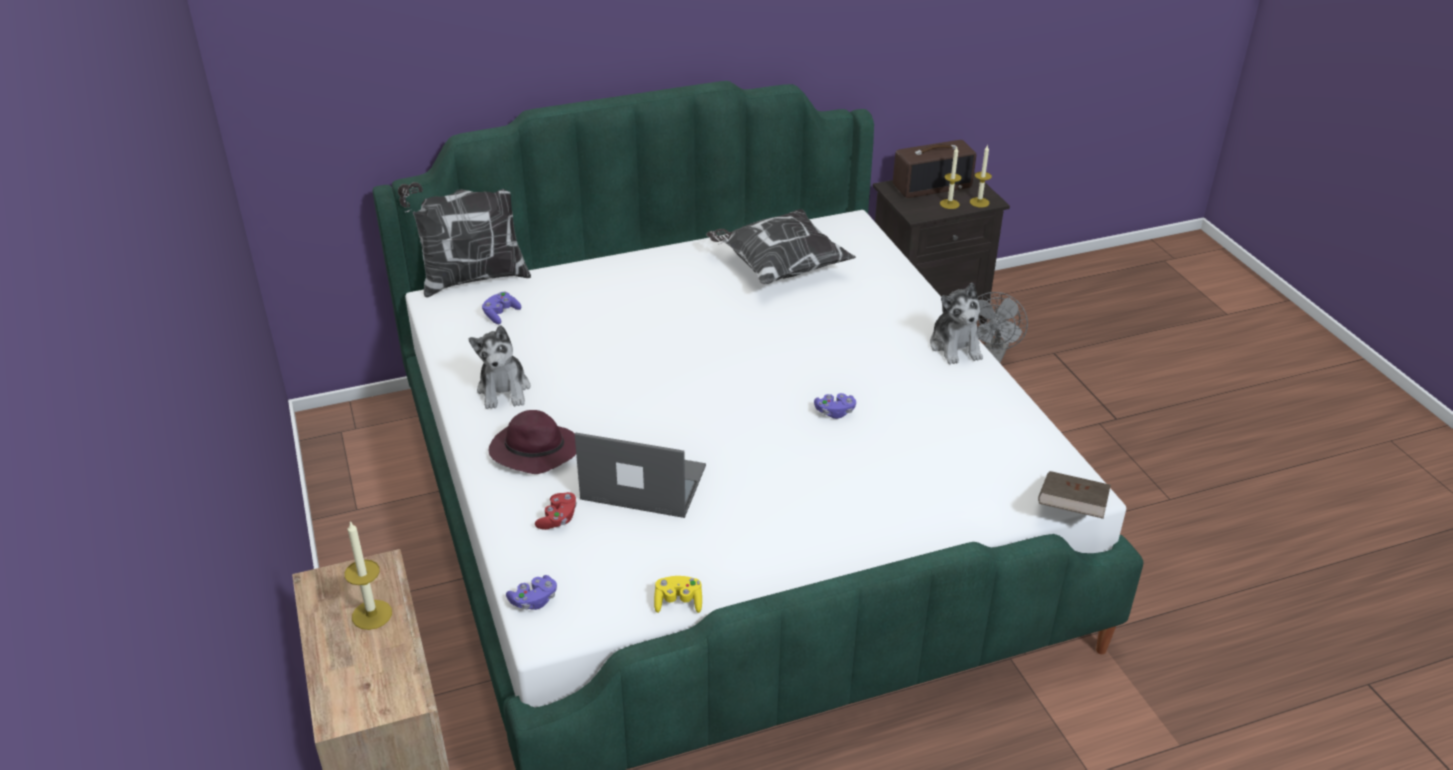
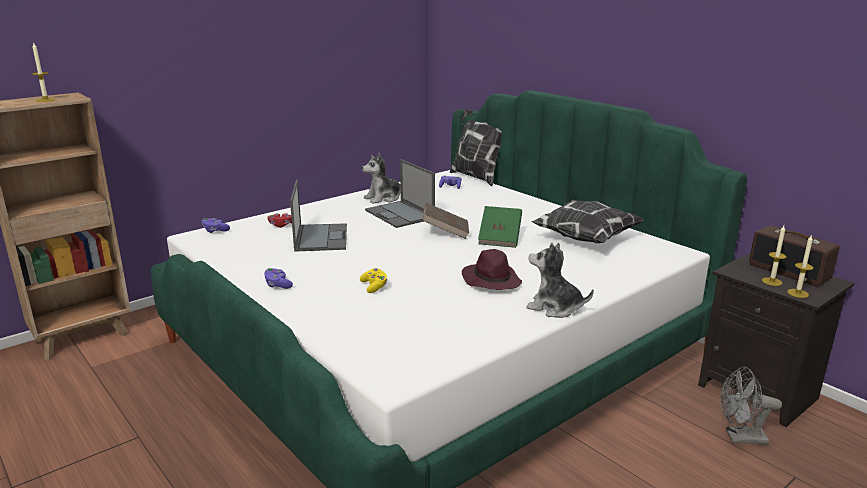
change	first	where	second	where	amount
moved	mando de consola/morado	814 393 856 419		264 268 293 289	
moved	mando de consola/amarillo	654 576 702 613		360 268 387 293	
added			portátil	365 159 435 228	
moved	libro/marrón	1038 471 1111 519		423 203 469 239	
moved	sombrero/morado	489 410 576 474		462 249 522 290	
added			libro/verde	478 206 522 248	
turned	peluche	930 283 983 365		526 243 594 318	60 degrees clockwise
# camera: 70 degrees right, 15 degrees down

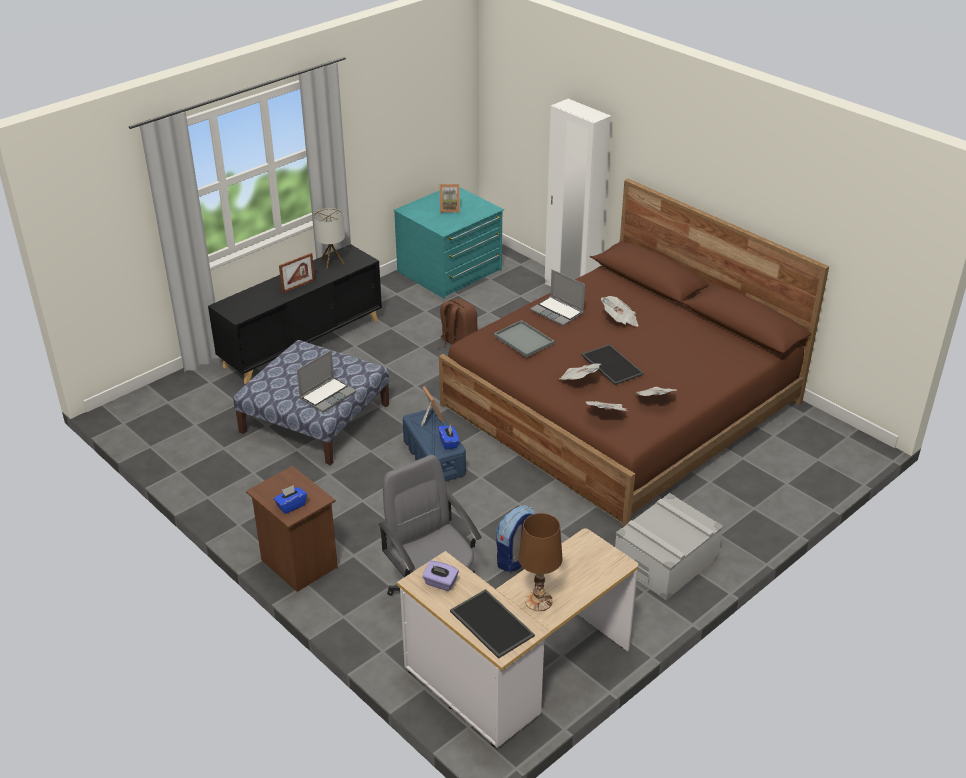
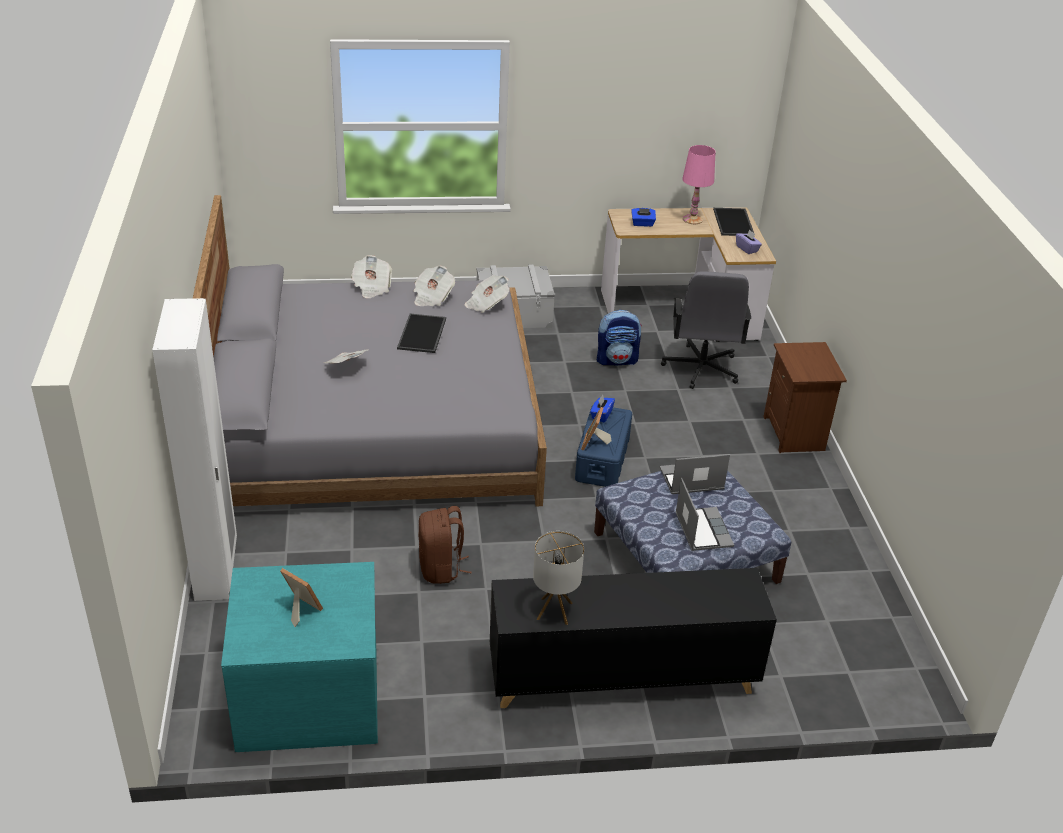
change	first	where	second	where	amount
recoloured	cama/marrón	439 179 829 527	cama/gris	192 195 547 506	
moved	periódico	559 364 601 380		351 255 392 299	
moved	caja de pañuelos/azul	274 485 307 514		631 208 656 227	
moved	portátil	530 269 585 326		675 478 734 551	
recoloured	lámpara de mesa/marrón	518 513 563 611	lámpara de mesa/rosa	682 145 716 224	
removed	portarretratos	279 253 315 293			
removed	bandeja/gris	494 320 554 358			
# camera: 145 degrees left, 0 degrees up

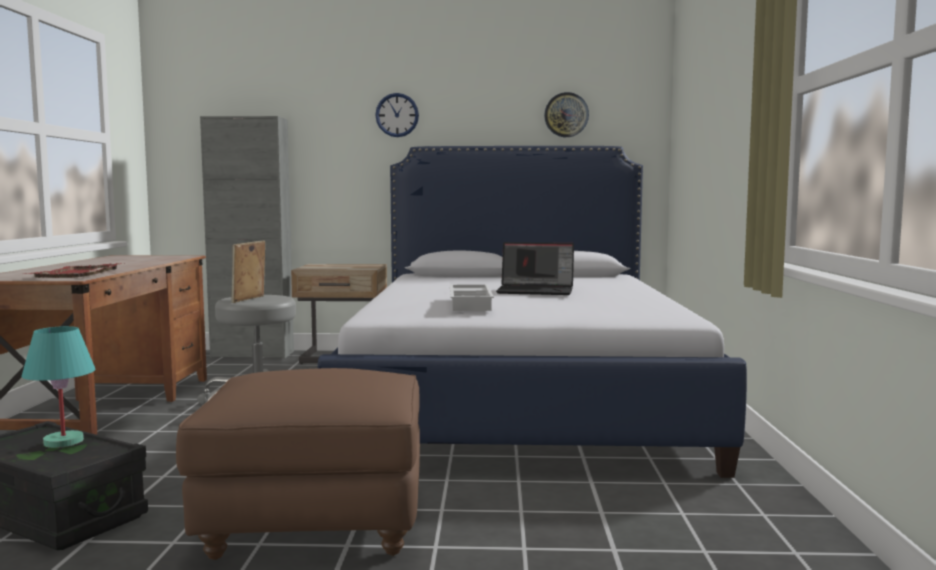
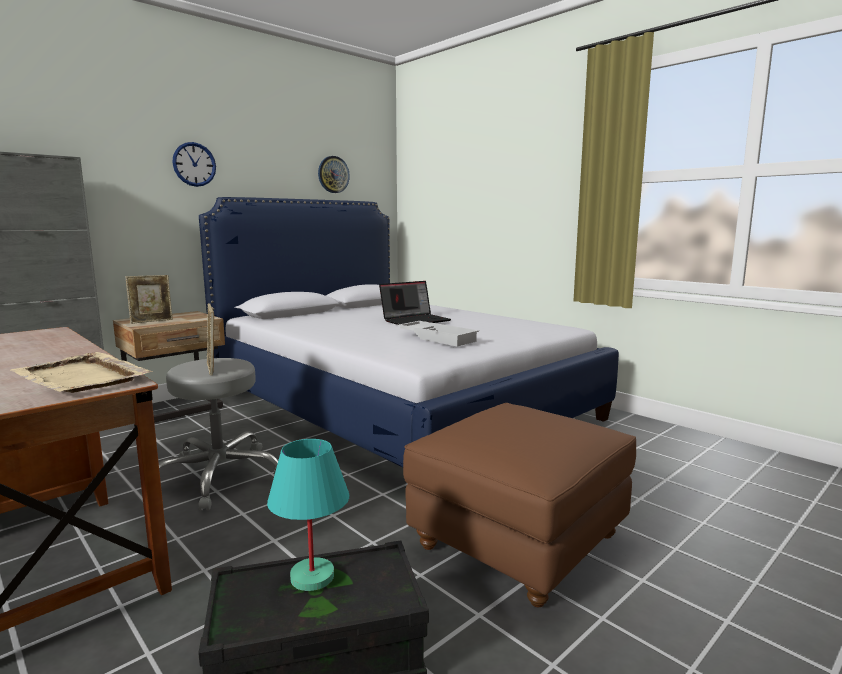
change	first	where	second	where	amount
recoloured	bandeja/rojo	23 263 125 278	bandeja/beis	11 352 153 393	
added			portarretratos	126 275 173 324	
# camera: 45 degrees left, 5 degrees up

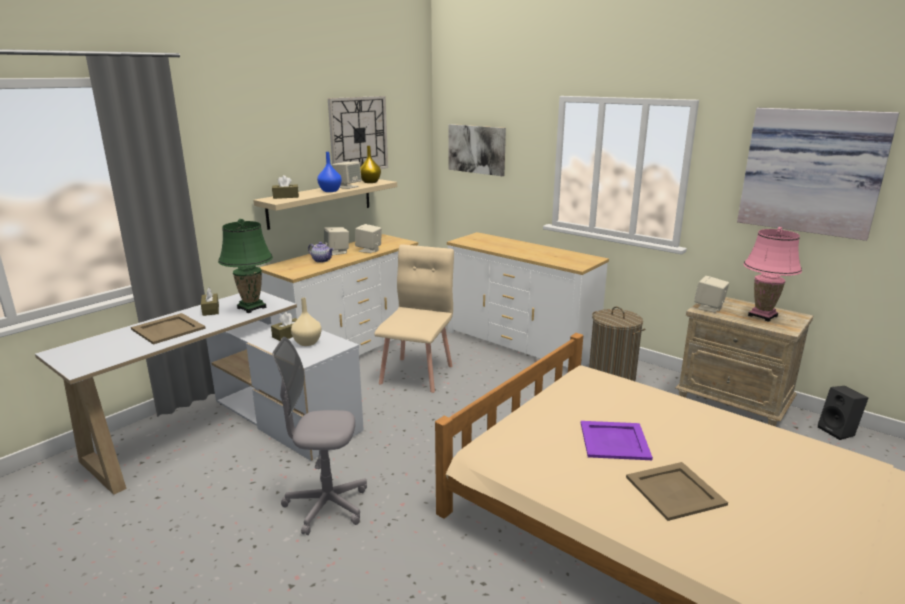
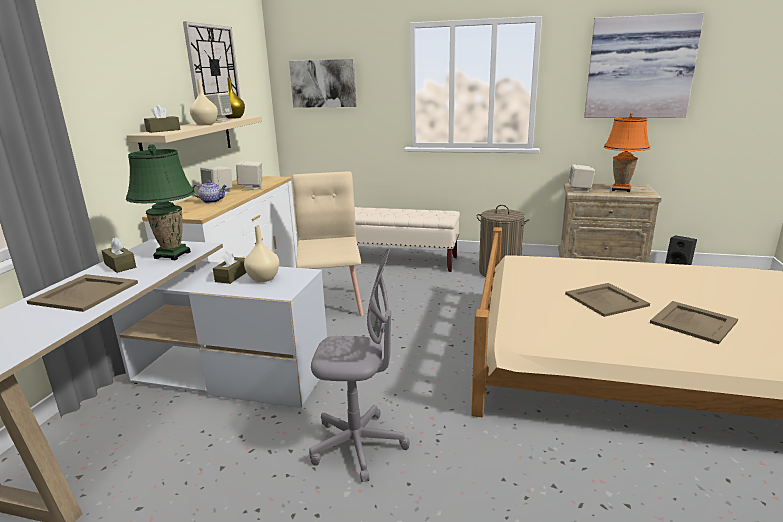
change	first	where	second	where	amount
recoloured	florero/azul	317 152 342 192	florero/beis	190 79 218 125	
turned	silla de oficina/gris	272 337 367 535		309 248 410 482	150 degrees counterclockwise
replaced	cómoda/blanco	447 232 609 367	banco/beis	355 207 460 272	
recoloured	bandeja/morado	581 421 653 460	bandeja/beis	565 283 650 317	
recoloured	lámpara de mesa/rosa	744 227 802 322	lámpara de mesa/naranja	604 113 651 192	
# camera: 25 degrees left, 0 degrees up

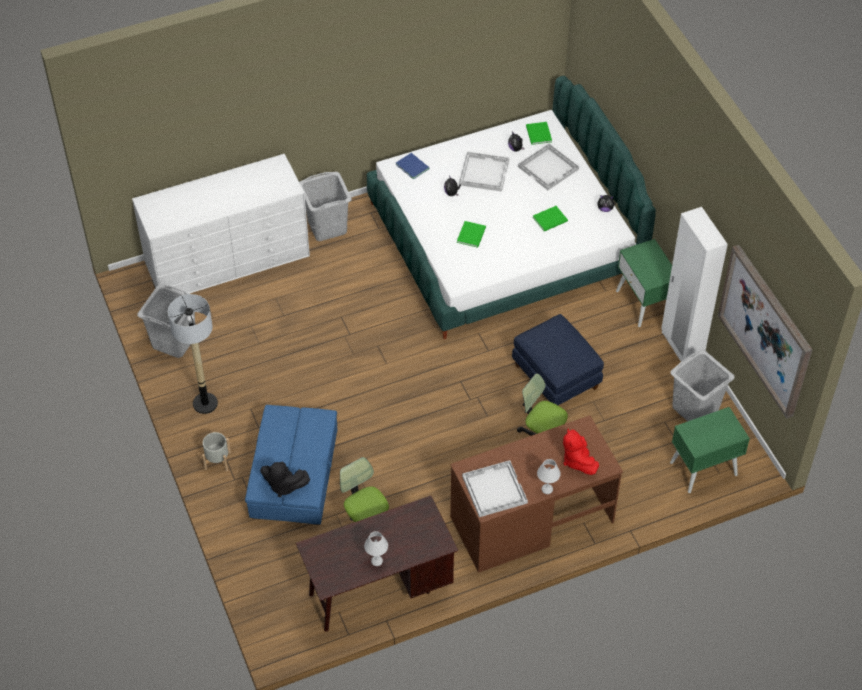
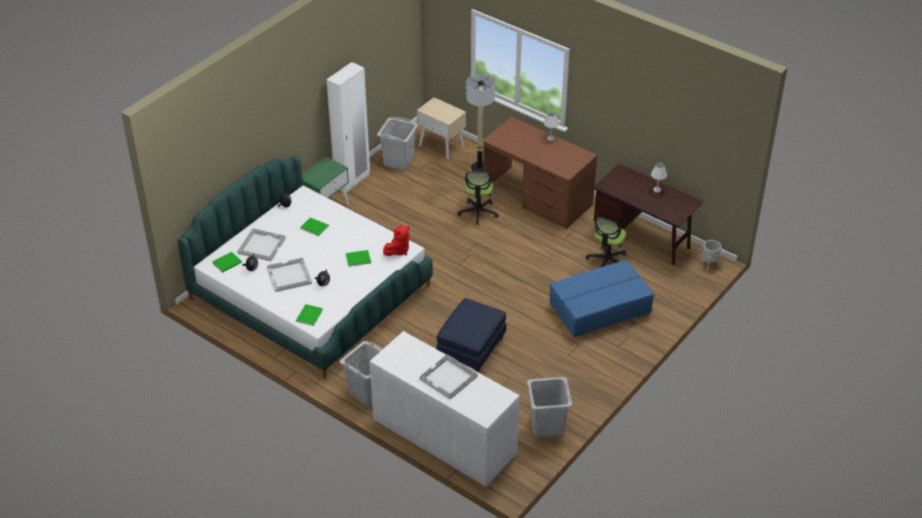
change	first	where	second	where	amount
recoloured	libro/azul	396 153 430 179	libro/verde	296 304 323 326	
moved	peluche/rojo	563 428 599 475		383 225 410 256	
recoloured	mesita de noche/verde	670 407 750 493	mesita de noche/beis	417 97 466 159	
moved	bandeja/blanco	462 460 528 517		419 354 478 400	
moved	puf/azul	512 314 604 406		436 298 506 373	
moved	lámpara de pie	168 294 218 414		466 74 495 172	
moved	maceta/gris	202 432 231 471		698 240 724 272	
removed	peluche/negro	260 461 310 497			
removed	cuadro	718 245 812 419			
# camera: 120 degrees left, 10 degrees down

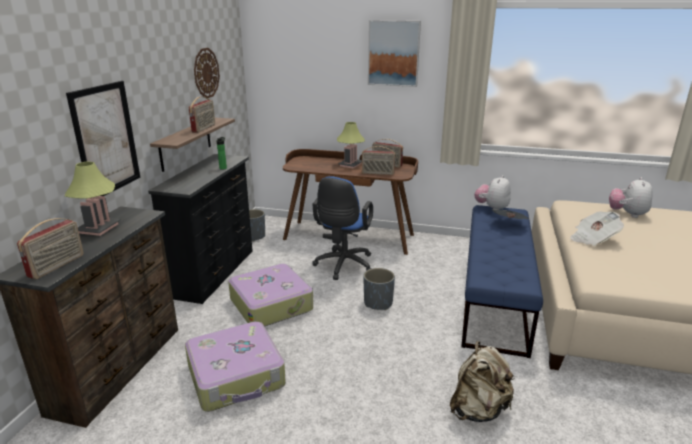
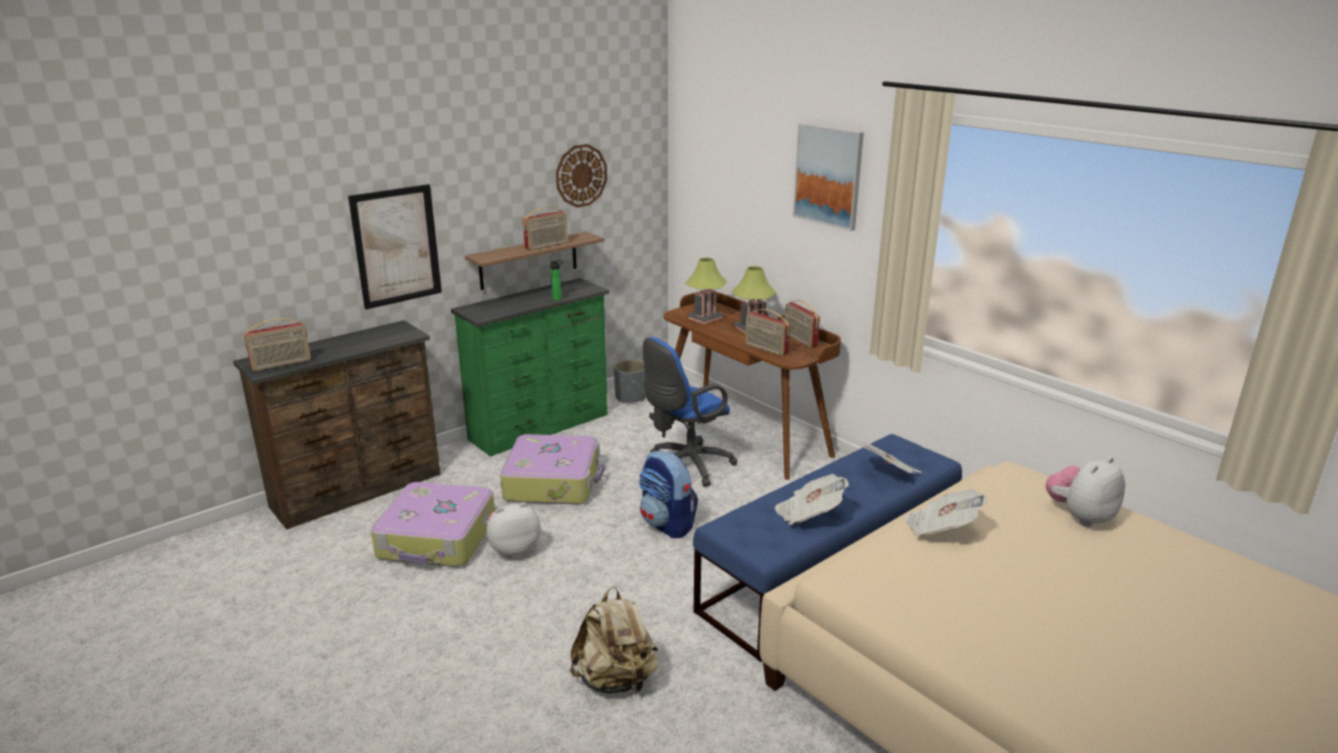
change	first	where	second	where	amount
recoloured	cómoda/negro	148 154 253 304	cómoda/verde	451 278 609 457	
moved	peluche	475 175 511 210		486 502 541 558	
replaced	maceta/gris	364 268 395 310	mochila	639 451 698 538	
moved	lámpara de mesa	65 162 121 236		685 258 727 324	
added			periódico	775 474 849 525	
# camera: 35 degrees right, 0 degrees up

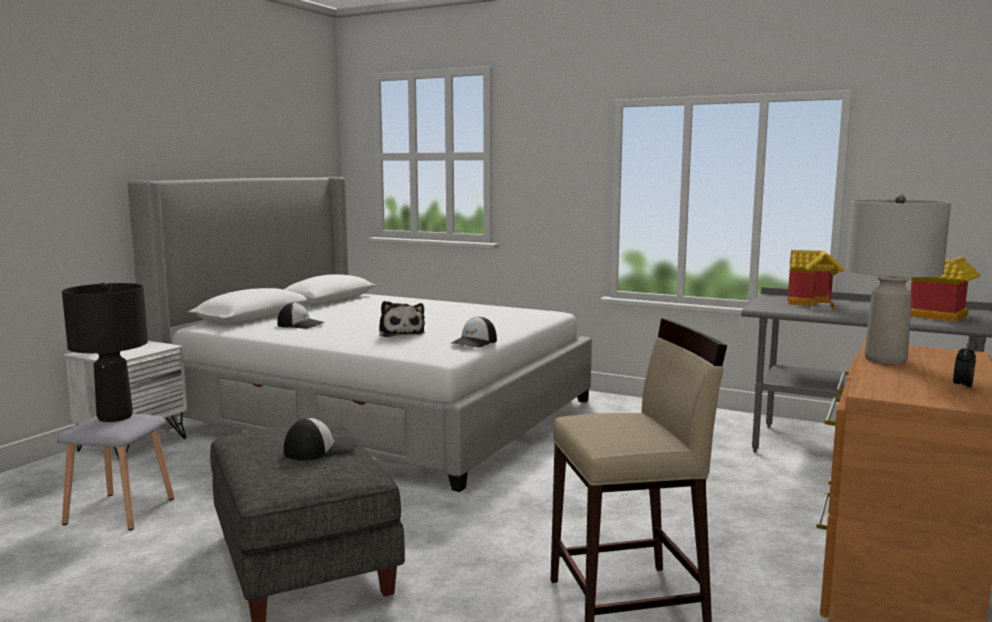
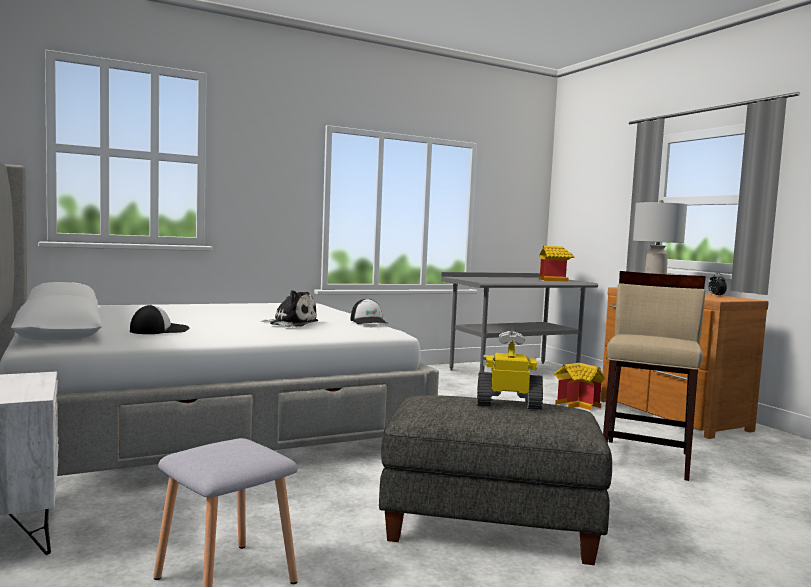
change	first	where	second	where	amount
replaced	gorra	284 418 358 460	robot de juguete	477 331 543 410	
moved	casita	787 250 845 310		554 363 606 410	
removed	lámpara de mesa/negro	62 283 148 422			
# camera: 55 degrees left, 5 degrees down

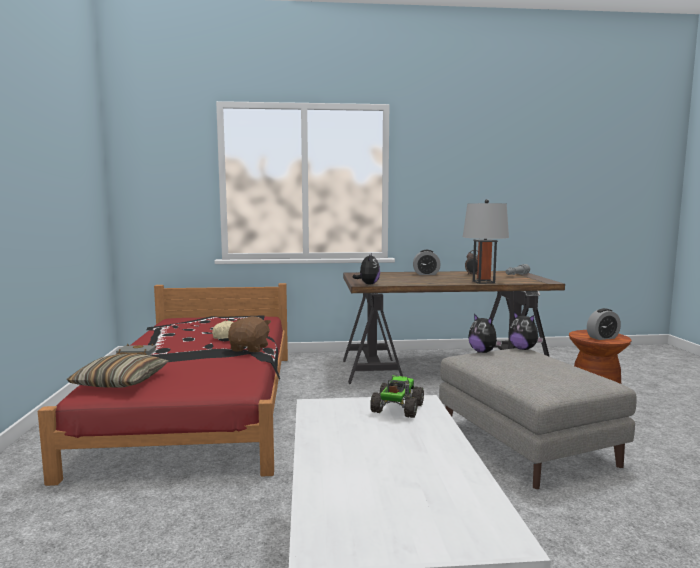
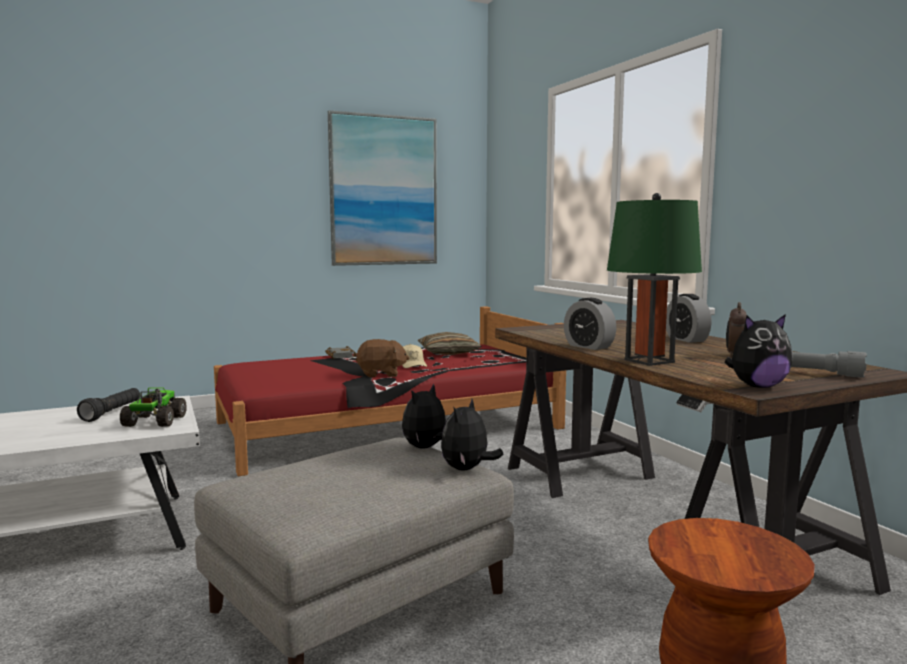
change	first	where	second	where	amount
added			linterna/negro	77 388 140 422	
turned	camión de juguete	370 375 424 418		120 388 187 427	90 degrees counterclockwise
added			cuadro	328 110 437 266	
moved	cojín	67 354 169 388		418 332 482 355	
moved	despertador	587 308 621 340		564 298 617 350	
recoloured	lámpara de mesa/gris	463 199 509 284	lámpara de mesa/verde	607 193 702 366	
moved	peluche	353 253 380 285		724 314 792 388	
# camera: 70 degrees right, 0 degrees up

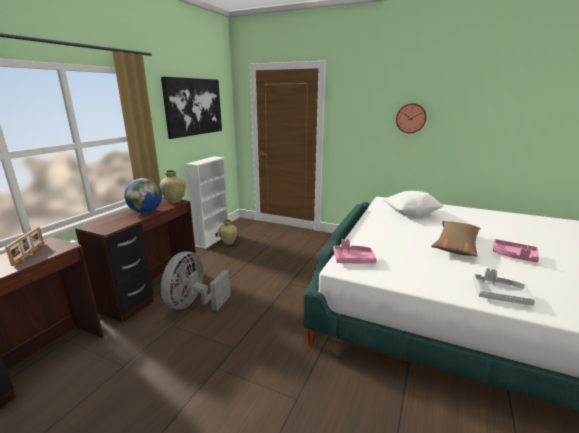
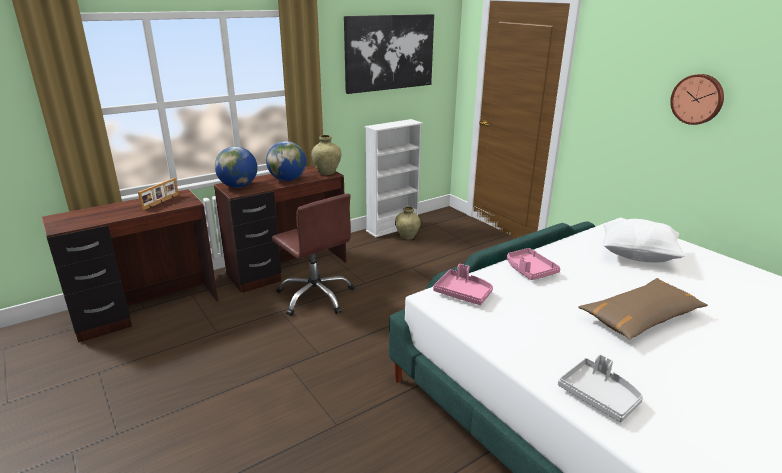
change	first	where	second	where	amount
added			globo terráqueo	215 146 257 188	
replaced	ventilador/gris	161 251 231 311	silla de oficina/marrón	272 193 355 316	
moved	bandeja/rosa	493 239 539 263		507 248 561 280	
# camera: 30 degrees right, 5 degrees up

